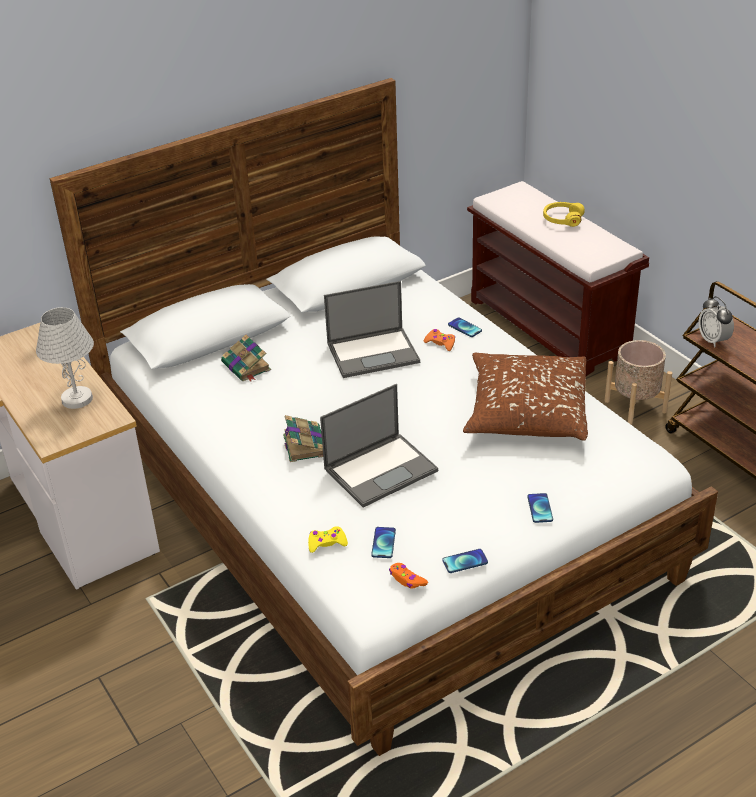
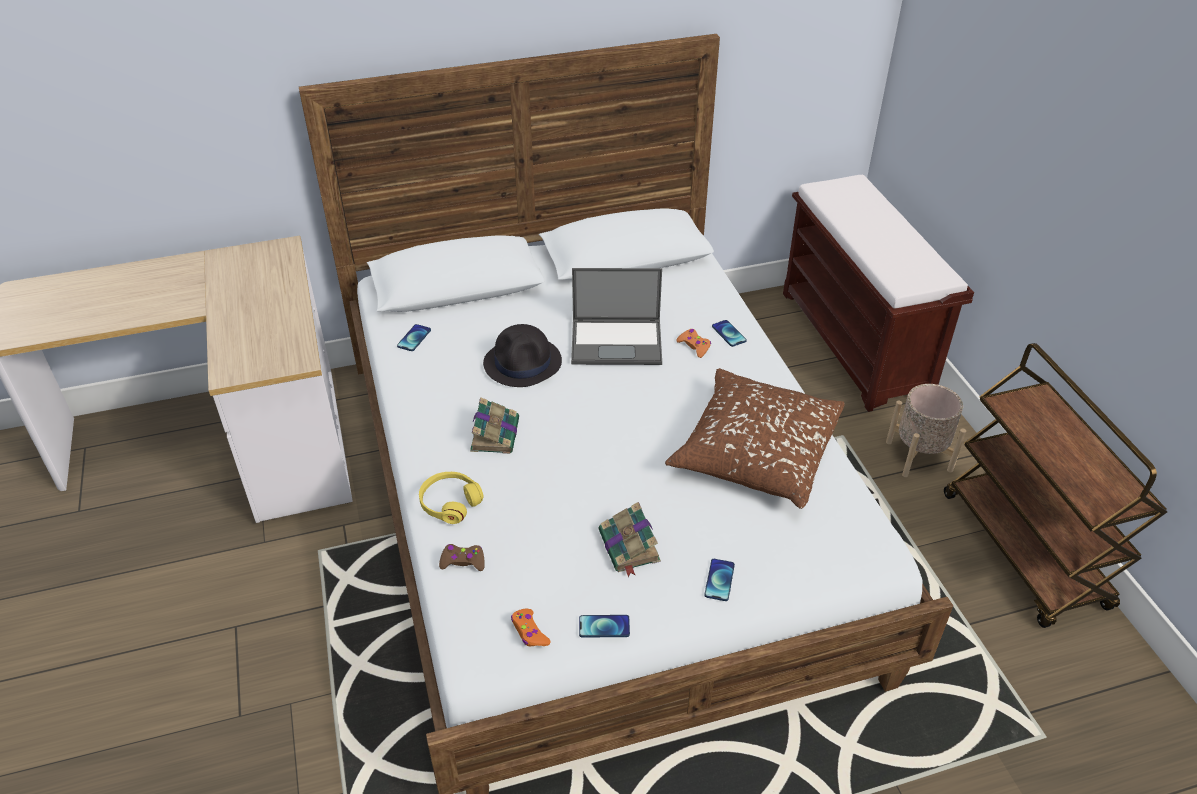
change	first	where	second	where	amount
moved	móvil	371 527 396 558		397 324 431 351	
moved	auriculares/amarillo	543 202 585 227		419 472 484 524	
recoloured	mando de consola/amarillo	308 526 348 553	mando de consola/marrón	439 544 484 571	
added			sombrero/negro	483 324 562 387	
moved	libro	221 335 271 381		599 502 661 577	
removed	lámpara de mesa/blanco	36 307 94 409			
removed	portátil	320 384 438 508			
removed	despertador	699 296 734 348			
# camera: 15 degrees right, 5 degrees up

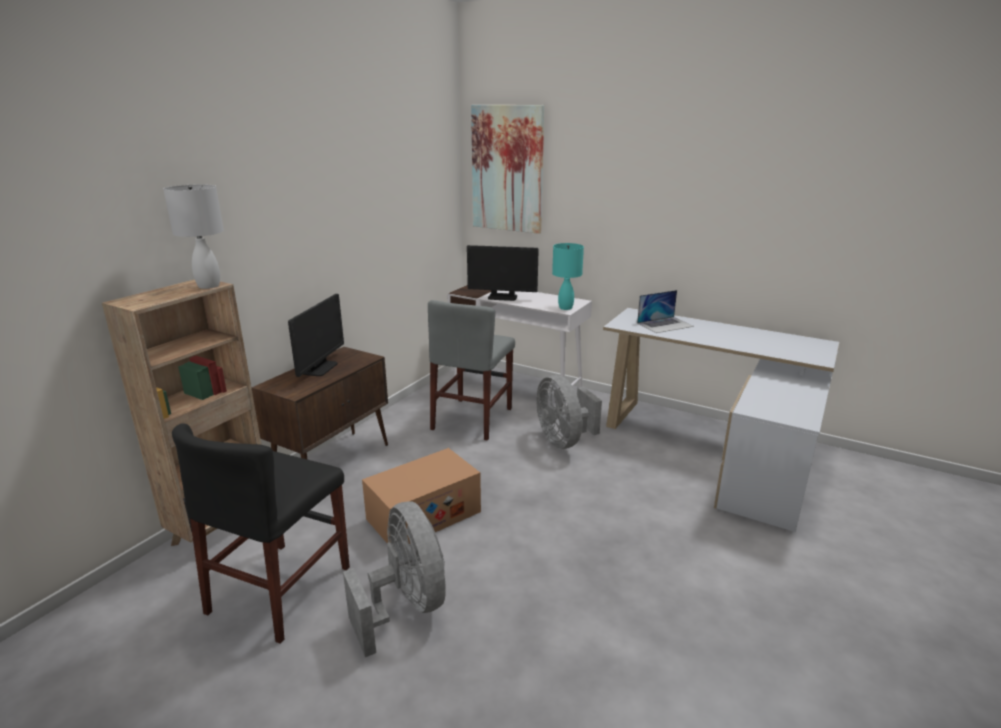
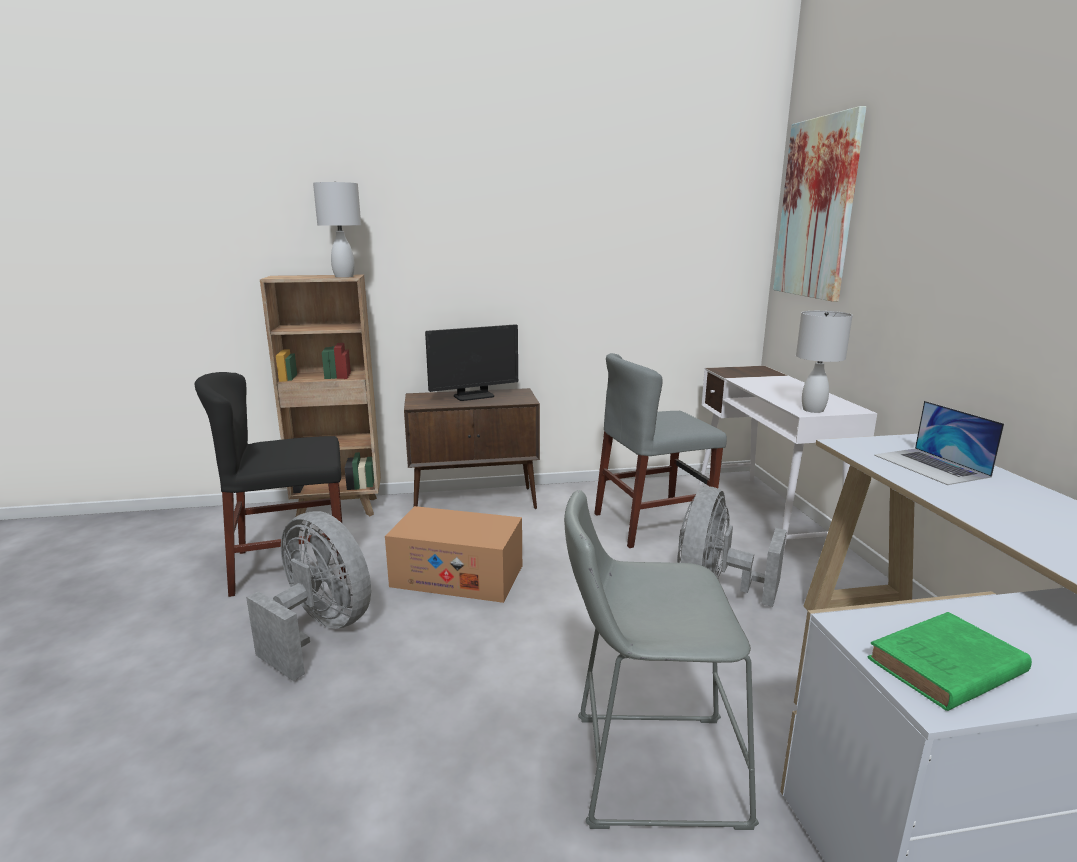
change	first	where	second	where	amount
turned	ventilador/gris	343 501 446 657		246 511 371 681	75 degrees counterclockwise
added			taburete/gris	564 490 759 830	
recoloured	lámpara de mesa/turquesa	552 243 584 310	lámpara de mesa/blanco	796 311 853 413	
added			libro/verde	868 612 1032 711	
turned	portátil	637 290 694 333		874 401 1004 485	45 degrees clockwise
removed	monitor	467 245 539 301			
# camera: 50 degrees right, 5 degrees down

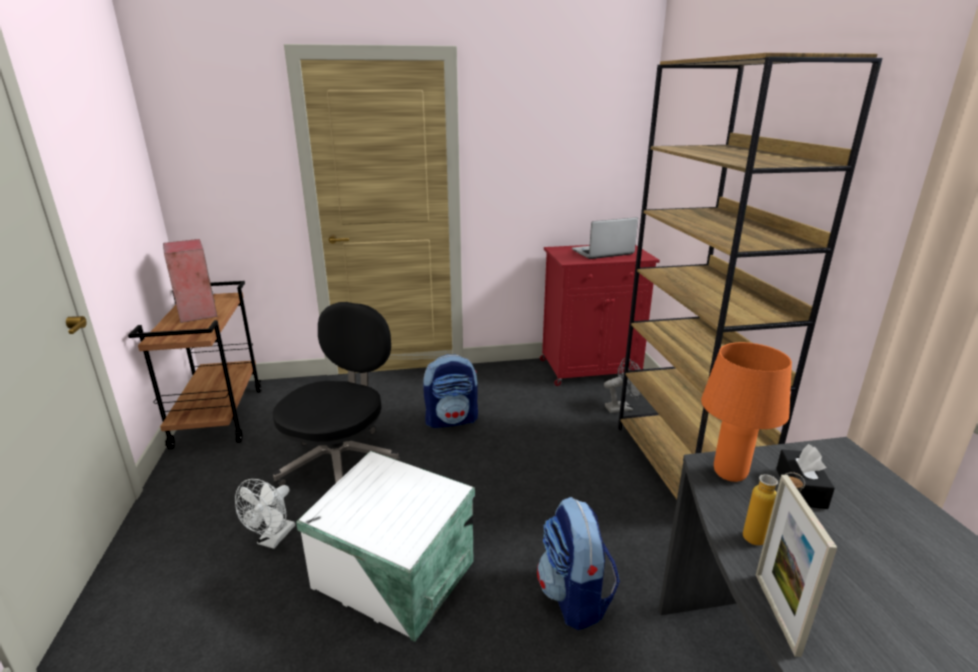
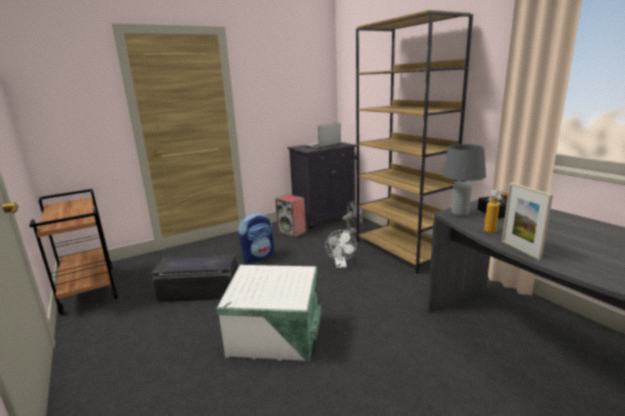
change	first	where	second	where	amount
replaced	silla de oficina/negro	273 302 400 487	caja de almacenaje/negro	152 254 238 302	
moved	altavoz	163 239 217 323		275 194 306 238	
recoloured	armario/rojo	540 245 660 386	armario/negro	287 142 357 229	
moved	ventilador/blanco	235 479 295 549		325 230 356 268	
recoloured	lámpara de mesa/naranja	701 342 792 482	lámpara de mesa/gris	442 144 486 217	
removed	mochila	537 497 620 630			
# camera: 20 degrees left, 5 degrees down

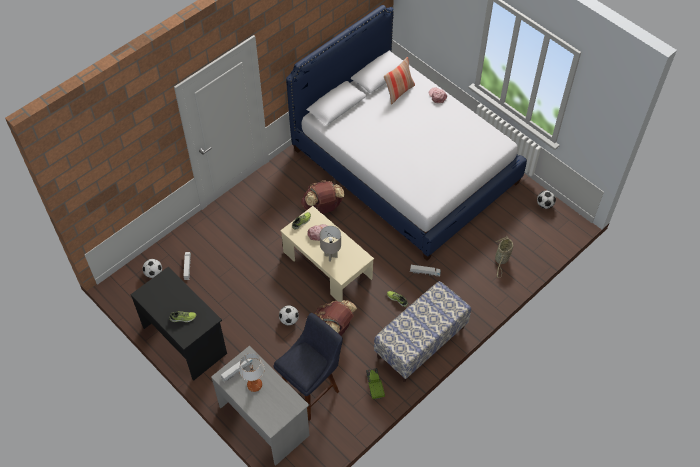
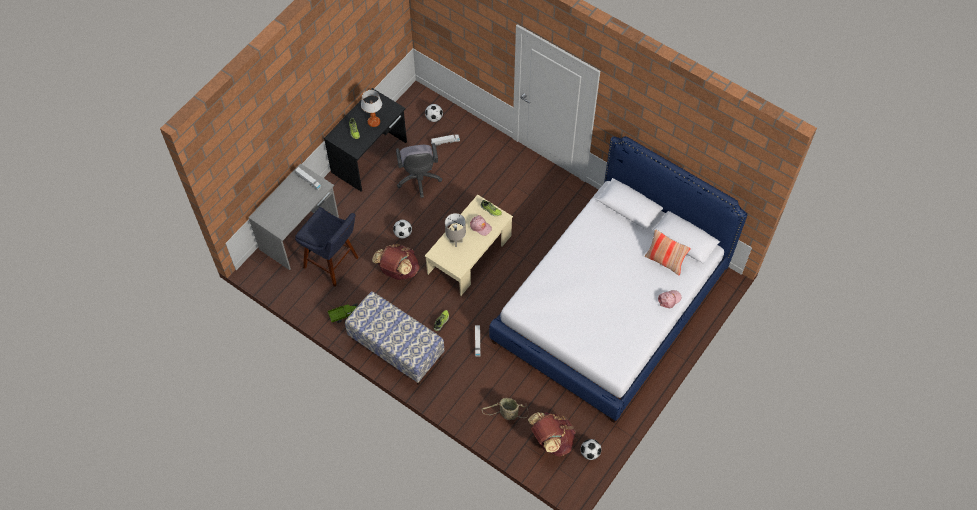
change	first	where	second	where	amount
moved	lámpara de mesa	239 353 265 392		361 90 382 127	
added			silla de oficina/gris	396 143 442 198	
moved	mochila/marrón	301 180 345 214		528 412 576 456	
# camera: 80 degrees right, 5 degrees up

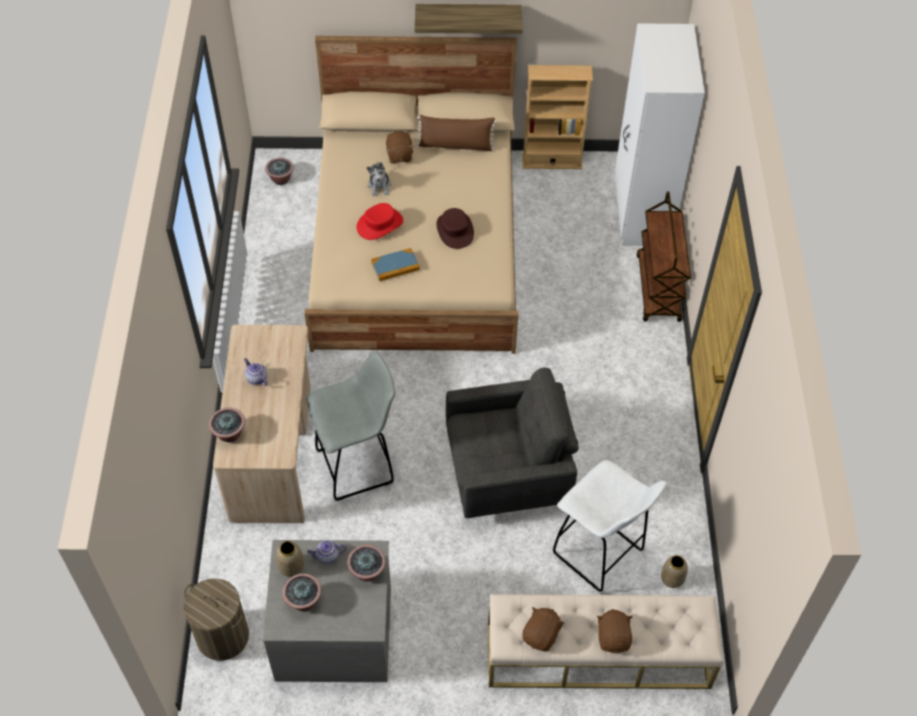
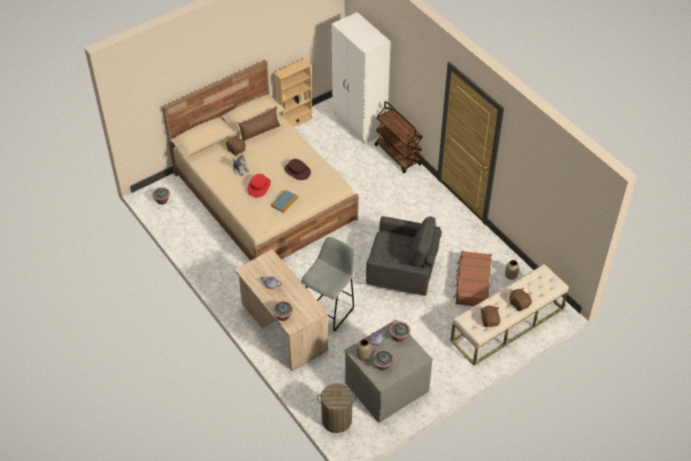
change	first	where	second	where	amount
turned	sillón/gris	446 367 579 518		366 216 442 296	60 degrees clockwise
replaced	taburete/blanco	553 460 667 593	maleta/marrón	453 251 492 306	
removed	estante	415 4 523 34			
# camera: 35 degrees left, 5 degrees down

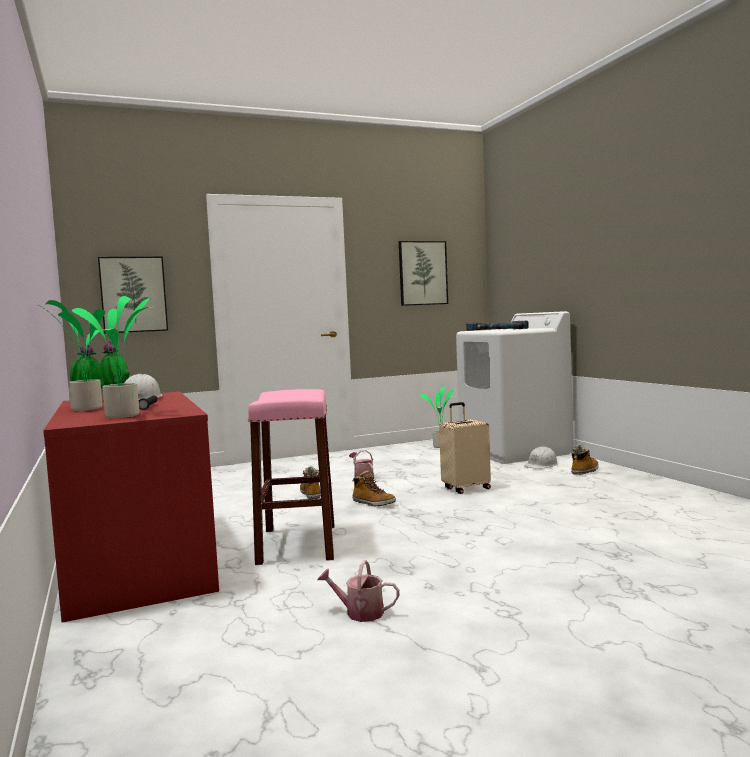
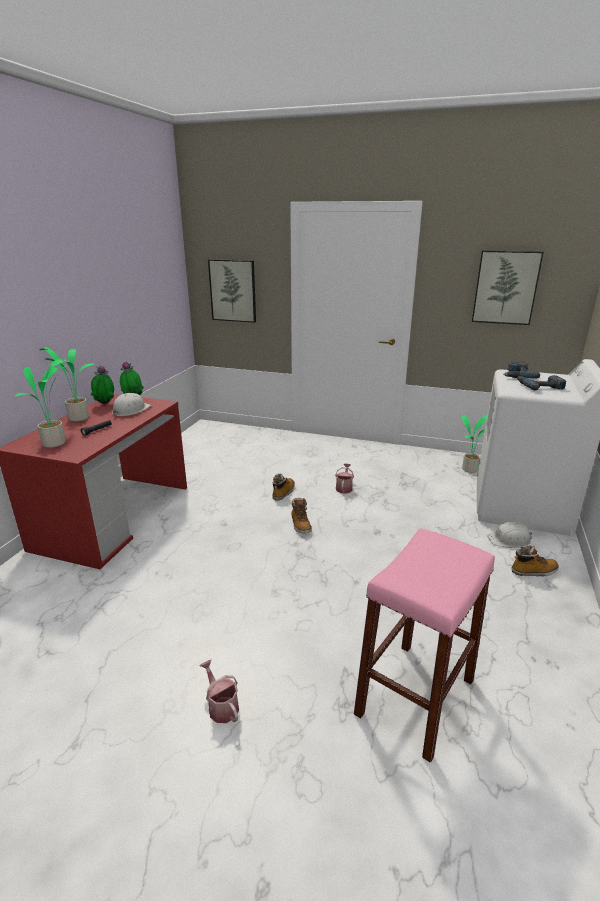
change	first	where	second	where	amount
moved	regadera	317 560 399 622		200 660 239 723	
moved	taburete/rosa	248 389 335 565		354 528 495 763	
removed	maleta/beis	439 402 491 494			
# camera: 40 degrees right, 20 degrees up

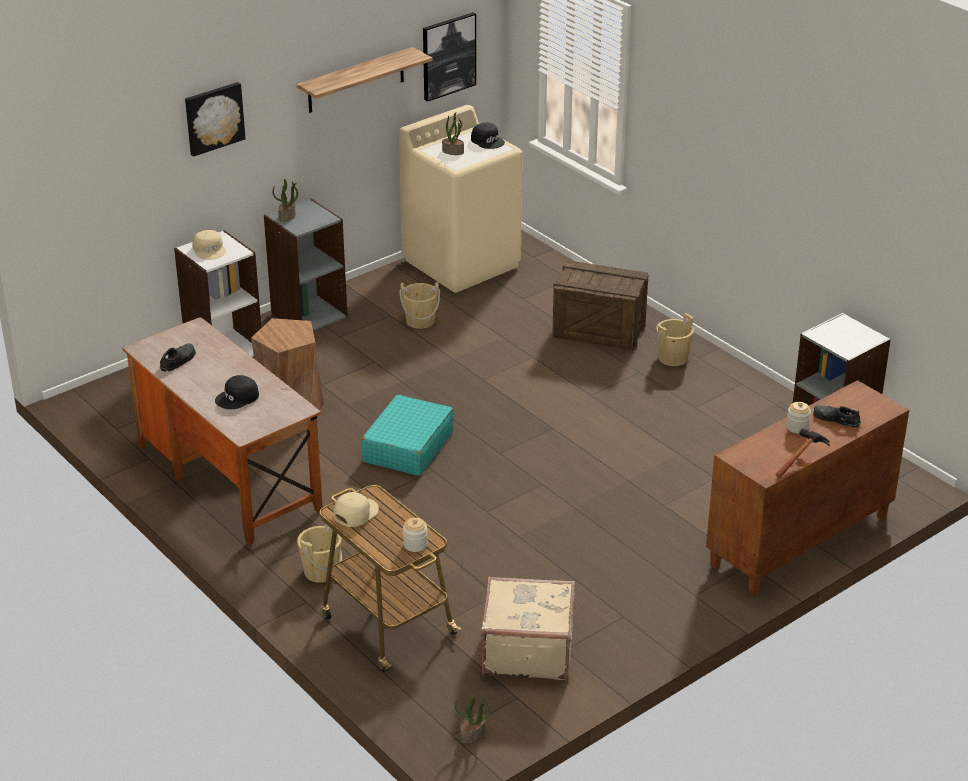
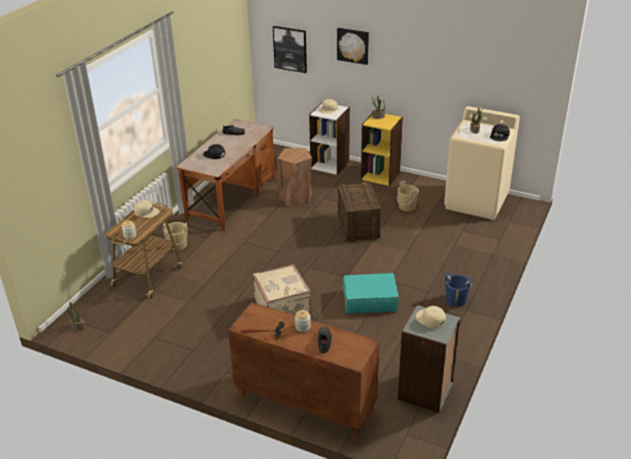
change	first	where	second	where	amount
moved	maleta/beis	481 576 575 680		253 264 311 315	
moved	cuadro	423 12 476 102		273 26 307 73	
moved	caja de embalaje	552 260 649 351		338 182 381 243	
moved	maleta/turquesa	361 395 454 476		343 273 399 314	
recoloured	estantería/gris	264 198 348 331	estantería/amarillo	361 114 403 186	
added			gorra/beis	416 306 446 329	
recoloured	cubo/beis	656 313 694 366	cubo/azul	445 272 472 307	
removed	estante	296 47 433 113			
# camera: 65 degrees right, 0 degrees up

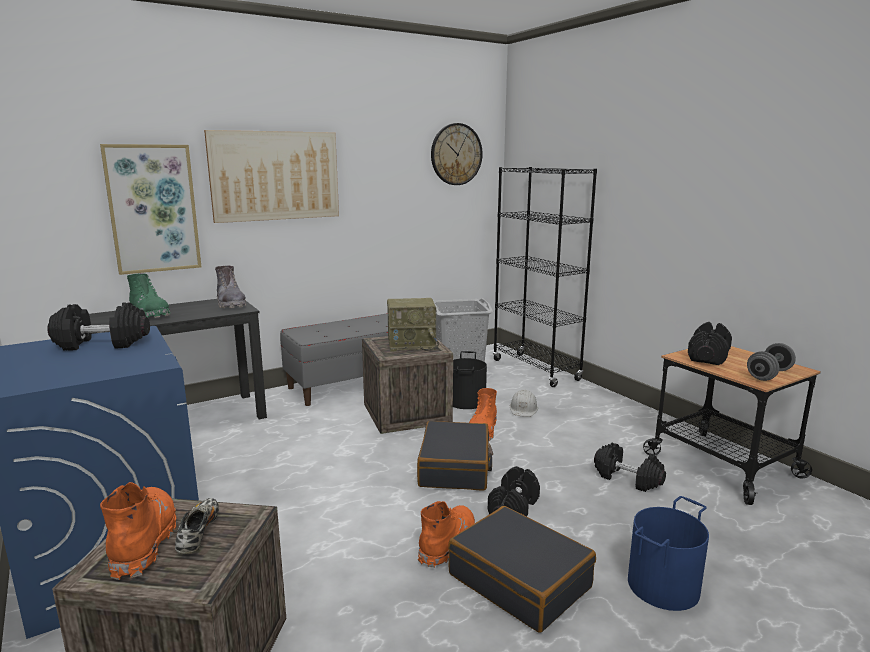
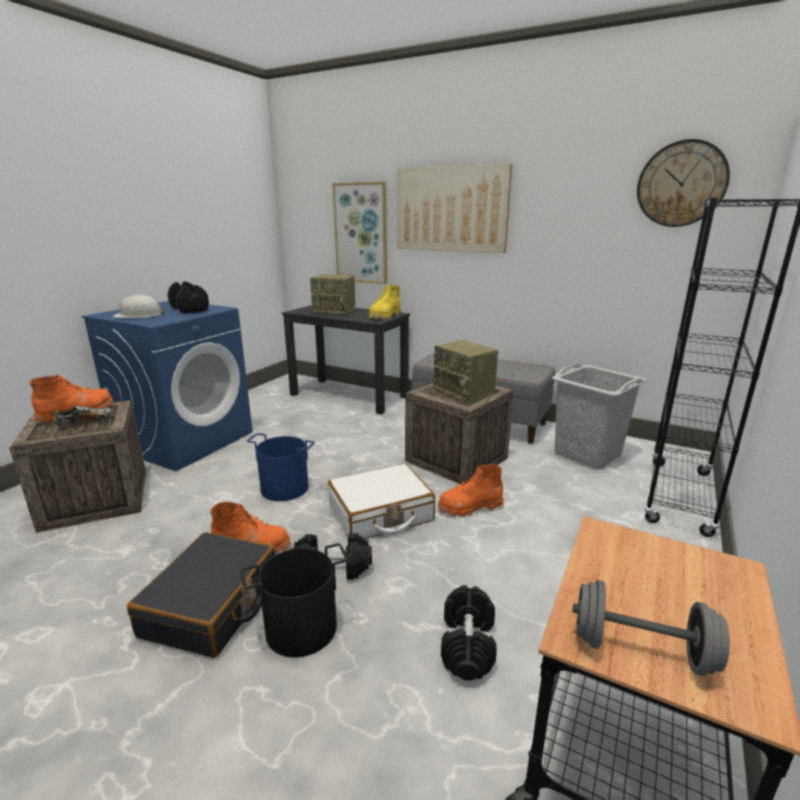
change	first	where	second	where	amount
moved	casco/blanco	510 390 538 417		113 295 165 318	
moved	cubo/negro	453 351 487 409		241 543 348 658	
moved	cubo/azul	628 496 709 611		247 433 315 501	
replaced	bota/verde	127 273 170 318	radio	310 274 355 315	
recoloured	maleta/negro	417 421 493 491	maleta/blanco	328 464 435 539	
recoloured	bota/gris	215 266 246 308	bota/amarillo	369 285 401 319	
removed	mancuerna/negro	688 322 732 365			
# camera: 60 degrees right, 5 degrees up

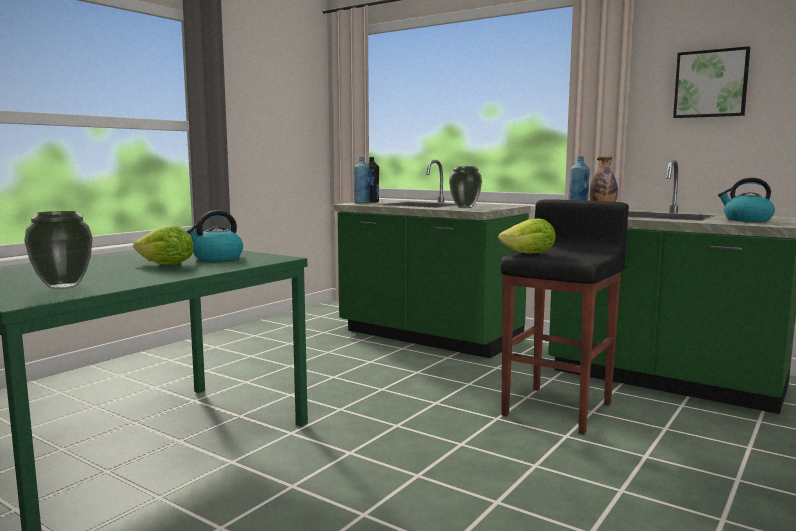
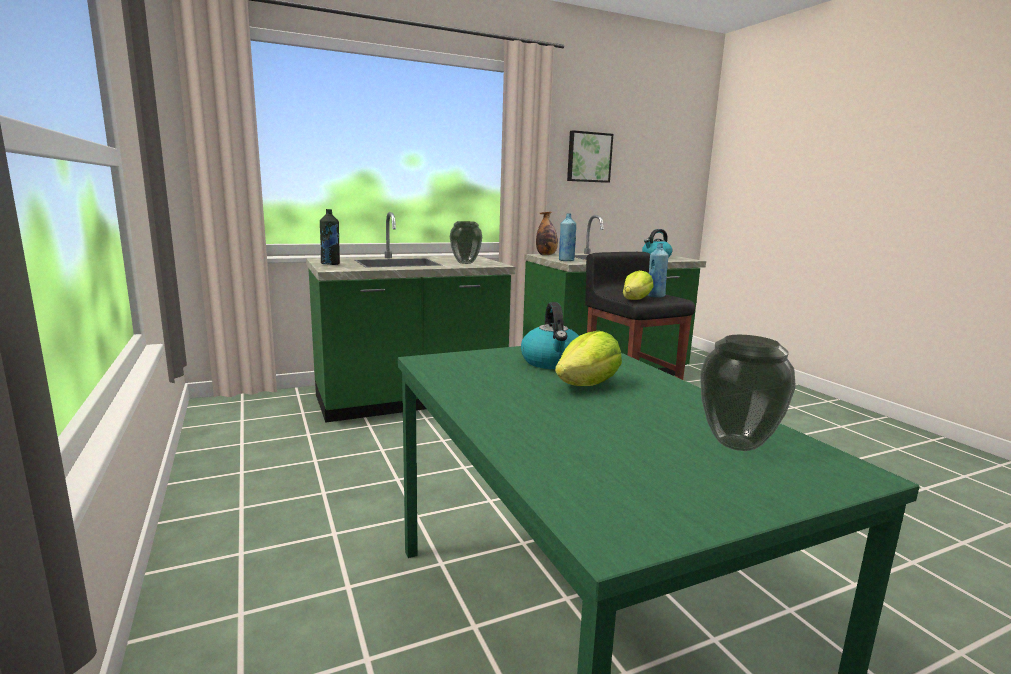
change	first	where	second	where	amount
moved	botella/azul	354 157 370 204		648 243 669 298	
# camera: 60 degrees left, 5 degrees up

